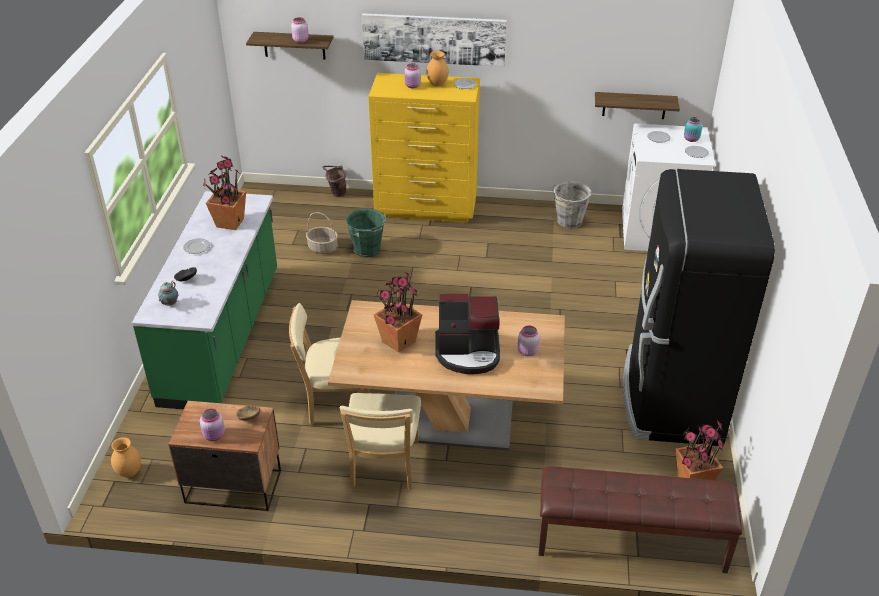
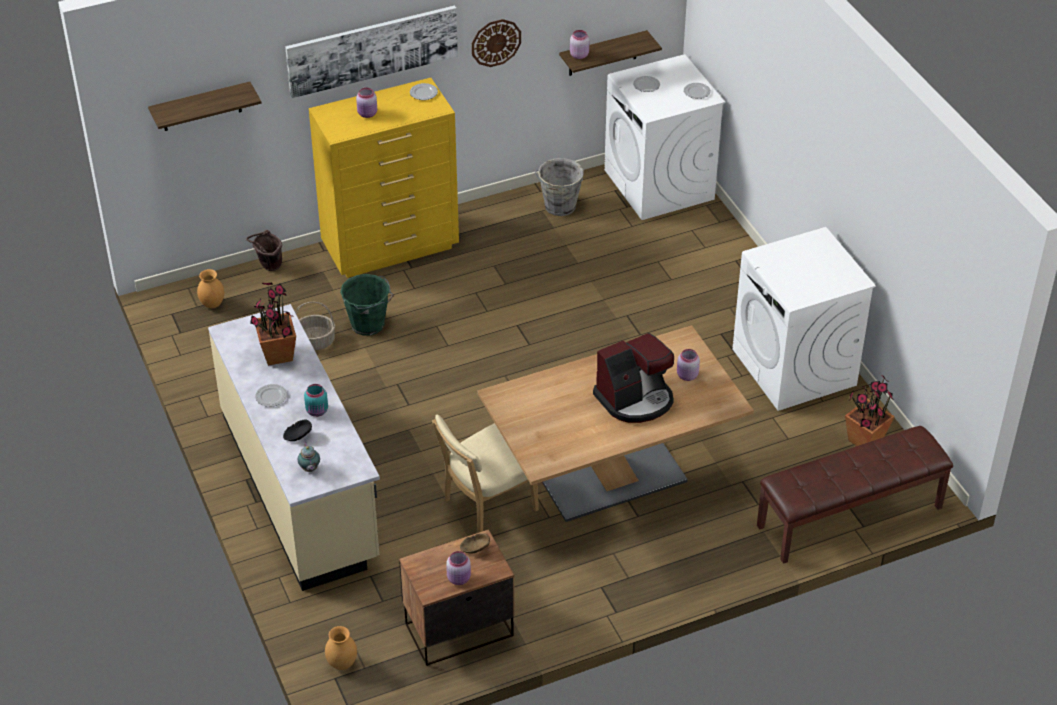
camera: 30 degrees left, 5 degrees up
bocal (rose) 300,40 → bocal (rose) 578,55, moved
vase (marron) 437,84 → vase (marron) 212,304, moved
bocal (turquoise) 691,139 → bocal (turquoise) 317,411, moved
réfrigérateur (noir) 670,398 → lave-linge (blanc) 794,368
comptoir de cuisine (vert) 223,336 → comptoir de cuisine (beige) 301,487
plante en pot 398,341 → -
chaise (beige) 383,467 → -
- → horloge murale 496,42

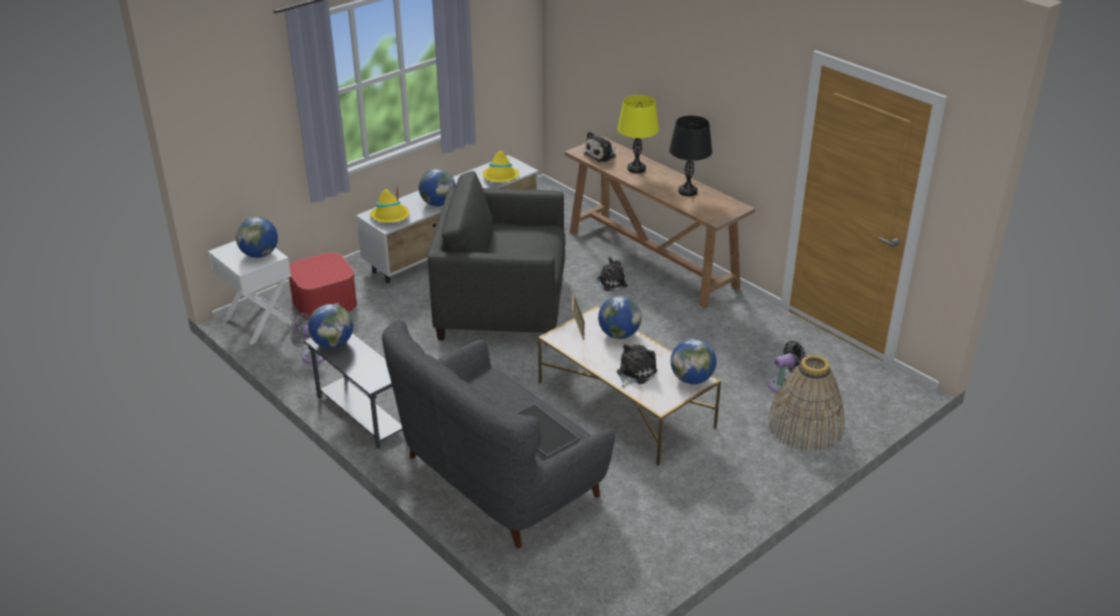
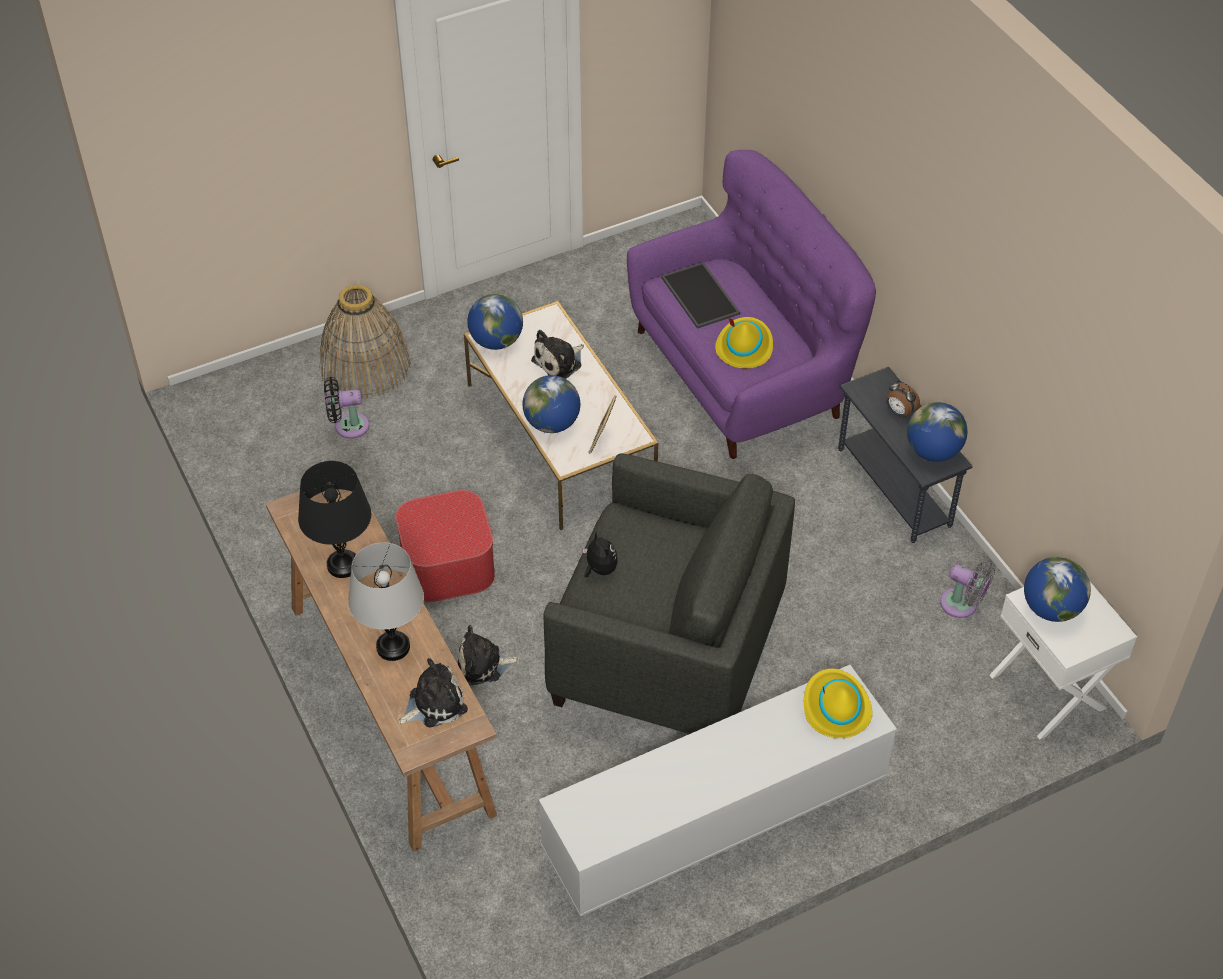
camera: 165 degrees left, 15 degrees up
lampe de table (jaune) 636,169 → lampe de table (gris) 393,647
chapeau (jaune) 501,177 → chapeau (jaune) 744,347, moved
globe 438,204 → -
pouf 324,302 → pouf 447,564, moved
canapé (gris) 497,478 → canapé (violet) 743,371
- → réveil 899,412
- → peluche 599,569

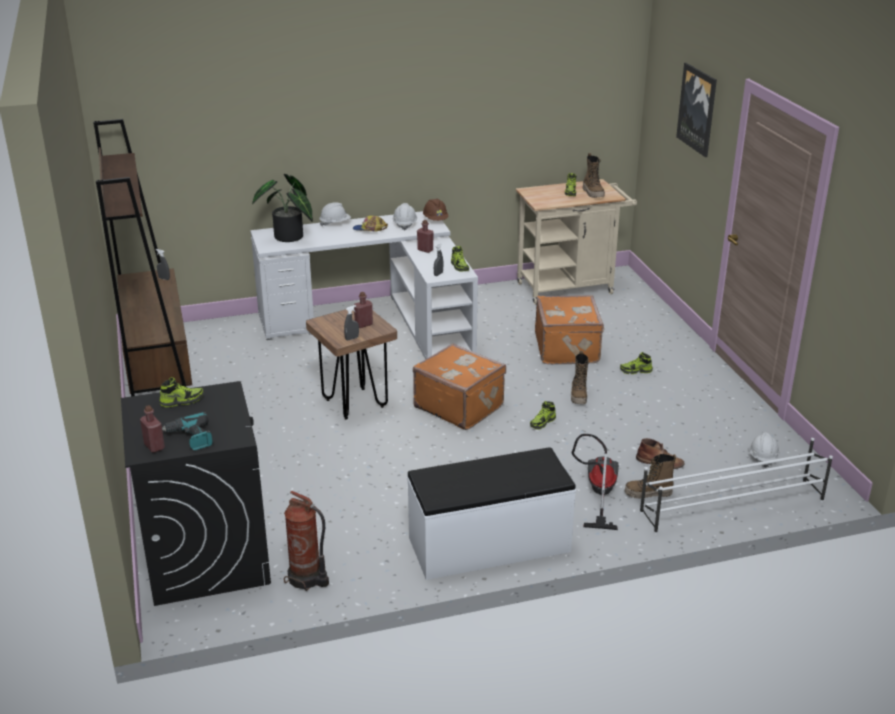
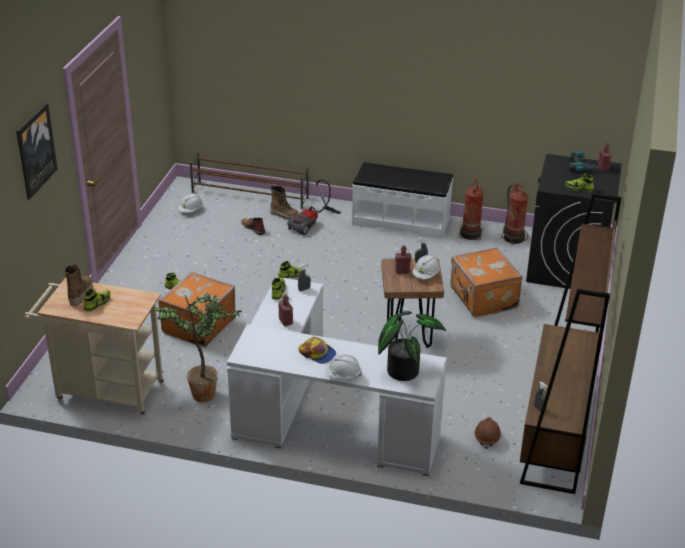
camera: 150 degrees left, 5 degrees up
casque de chantier (marron) 435,220 → casque de chantier (marron) 486,438, moved
casque de chantier (blanc) 405,224 → casque de chantier (blanc) 426,275, moved
valise (orange) 459,406 → valise (orange) 482,299, moved
botte 579,396 → -
étagère à chaussures (blanc) 731,507 → étagère à chaussures (marron) 250,195
- → extincteur 471,234
- → plante en pot 206,393

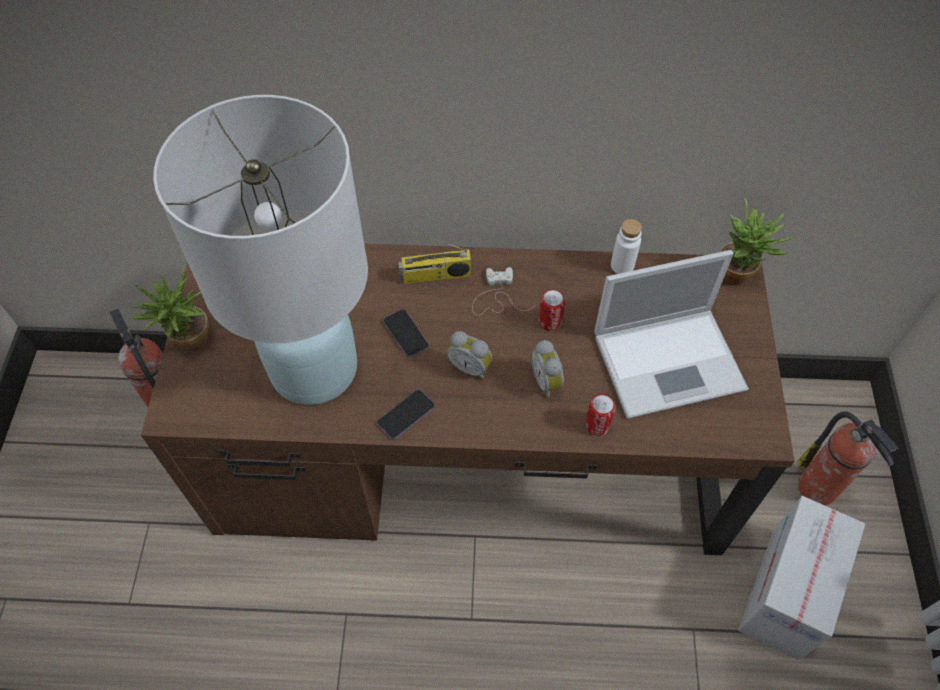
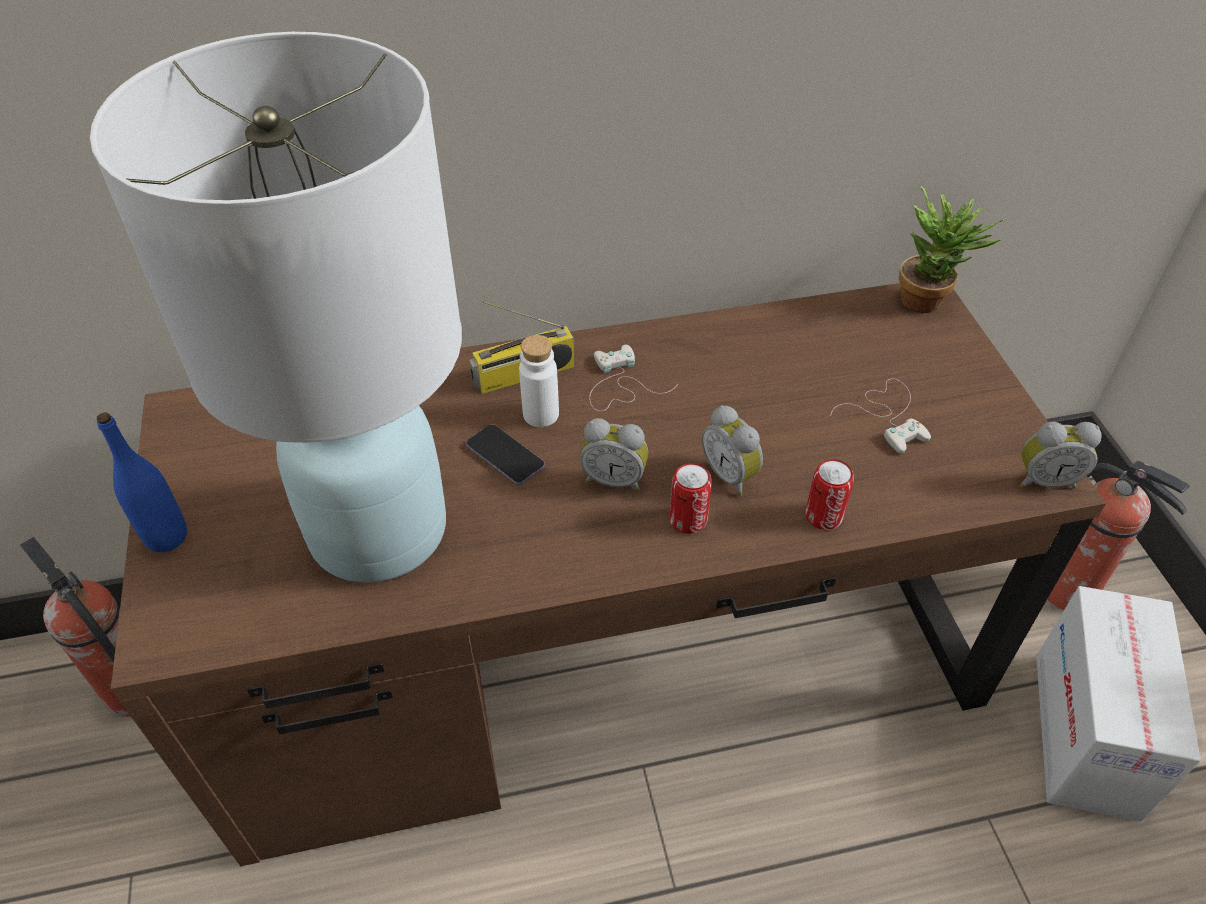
camera: 15 degrees left, 10 degrees down
bouteille (blanc) 622,265 → bouteille (blanc) 541,414, moved
ordinateur portable 671,361 → manette (blanc) 888,415
plante en pot 188,344 → bouteille (bleu) 166,537
boîte métallique 550,322 → boîte métallique 688,520, moved
téléphone 406,415 → -
- → réveil 1044,480

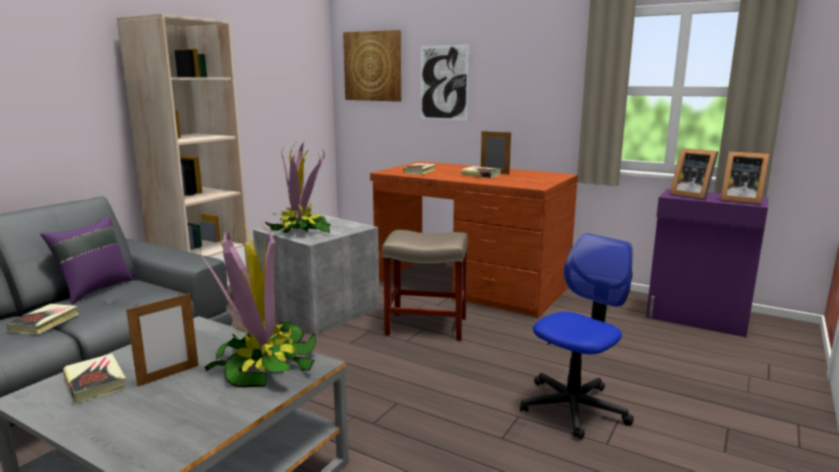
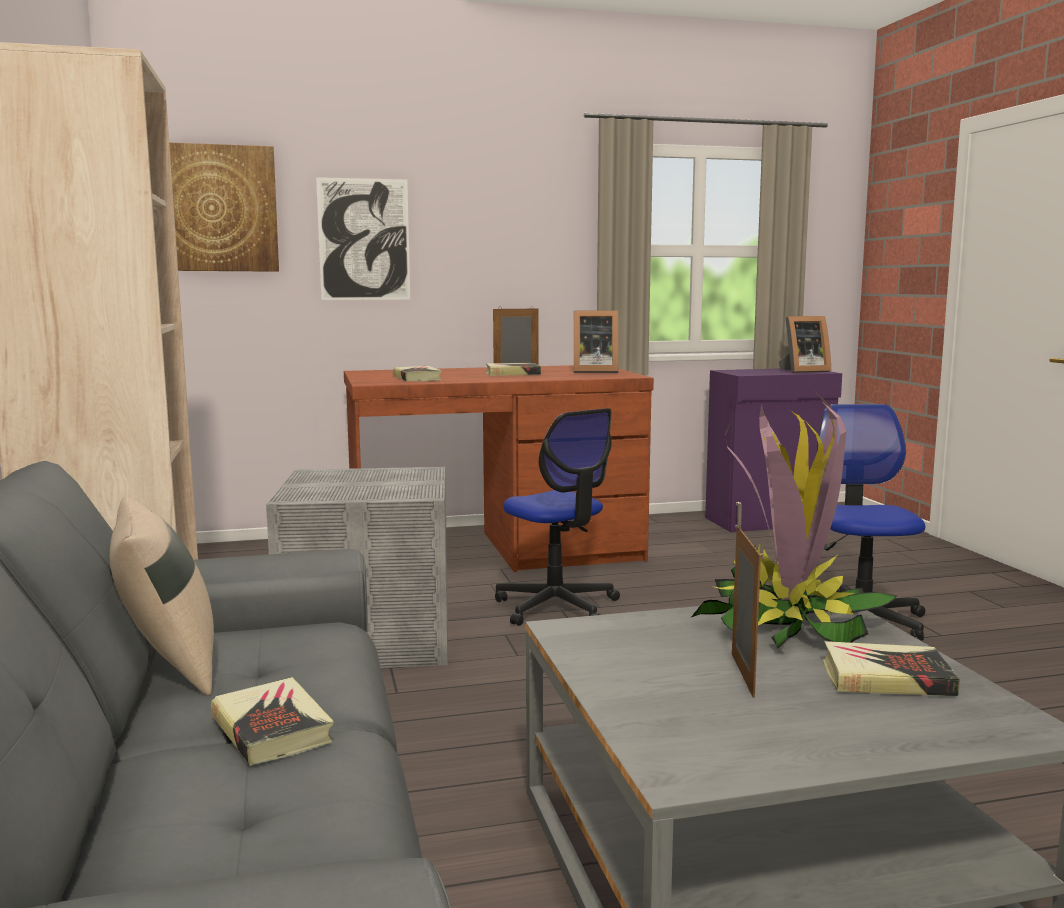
camera: 45 degrees left, 5 degrees down
plante en pot 300,231 → -
cadre photo 691,195 → cadre photo 593,371, moved
coussin (violet) 94,289 → coussin (beige) 168,668
tabouret (beige) 425,326 → chaise de bureau 557,607
livre 95,382 → livre 886,678, moved

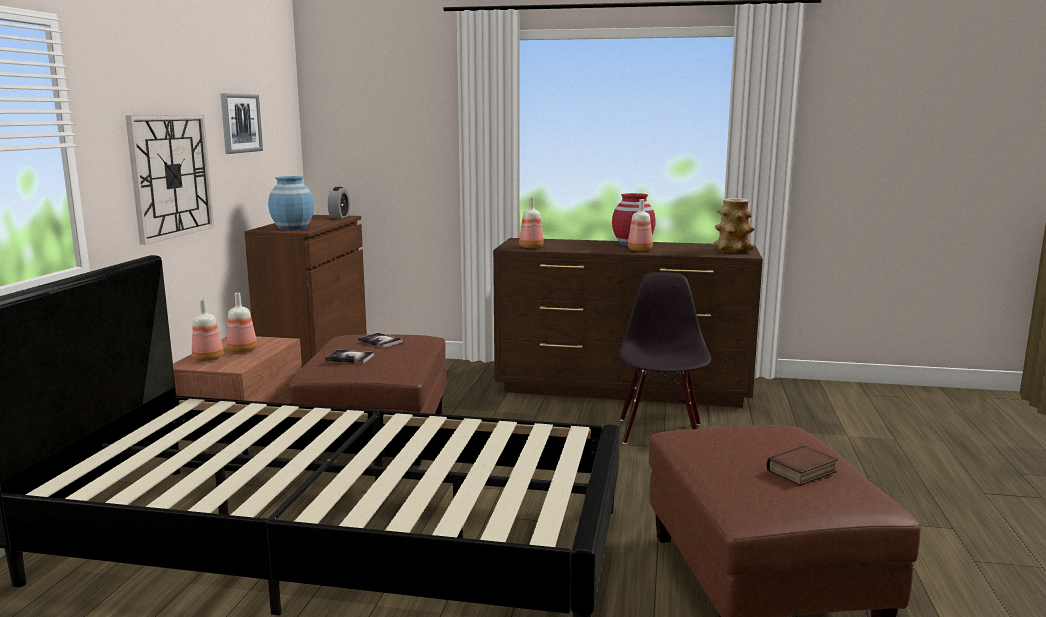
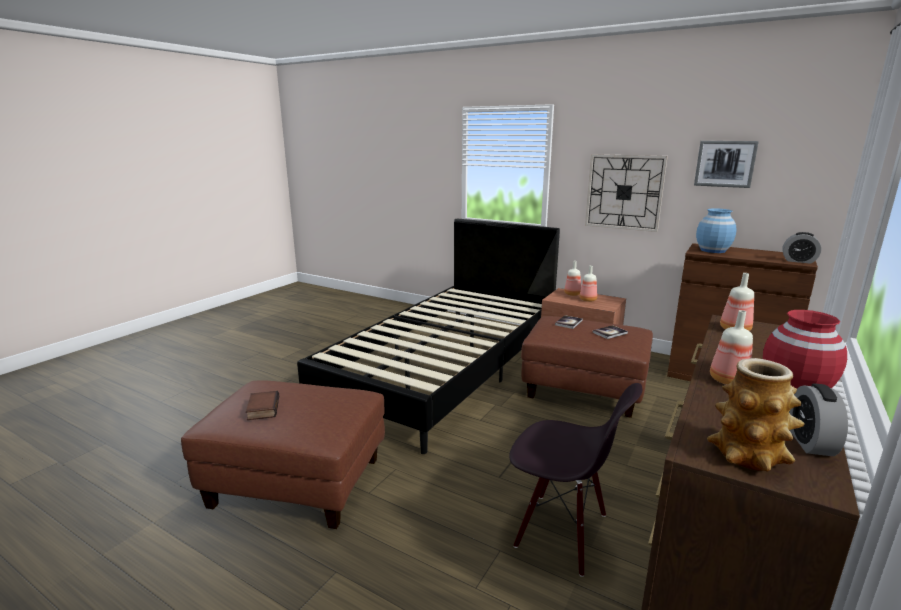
camera: 110 degrees right, 5 degrees up
- → réveil 810,442

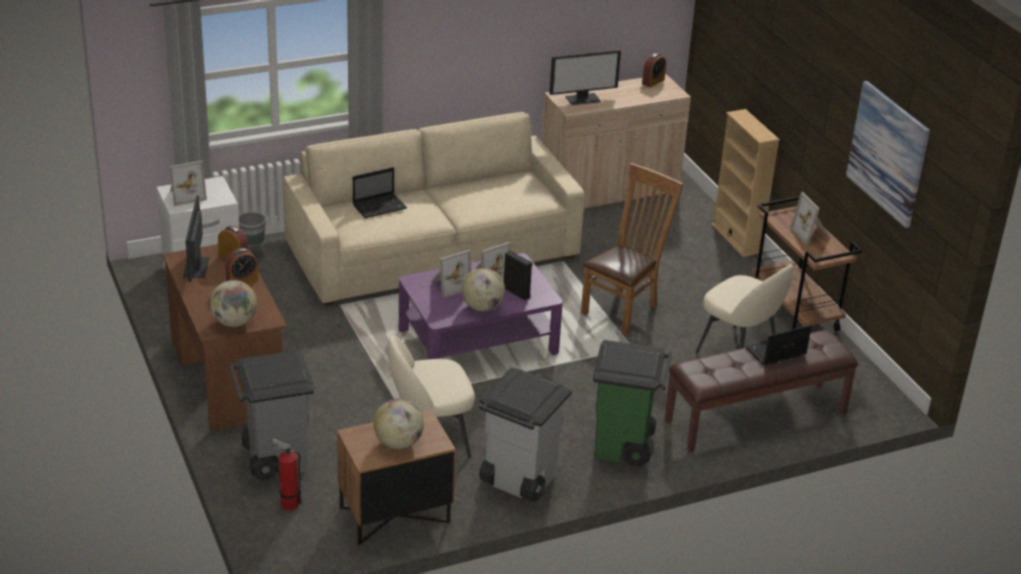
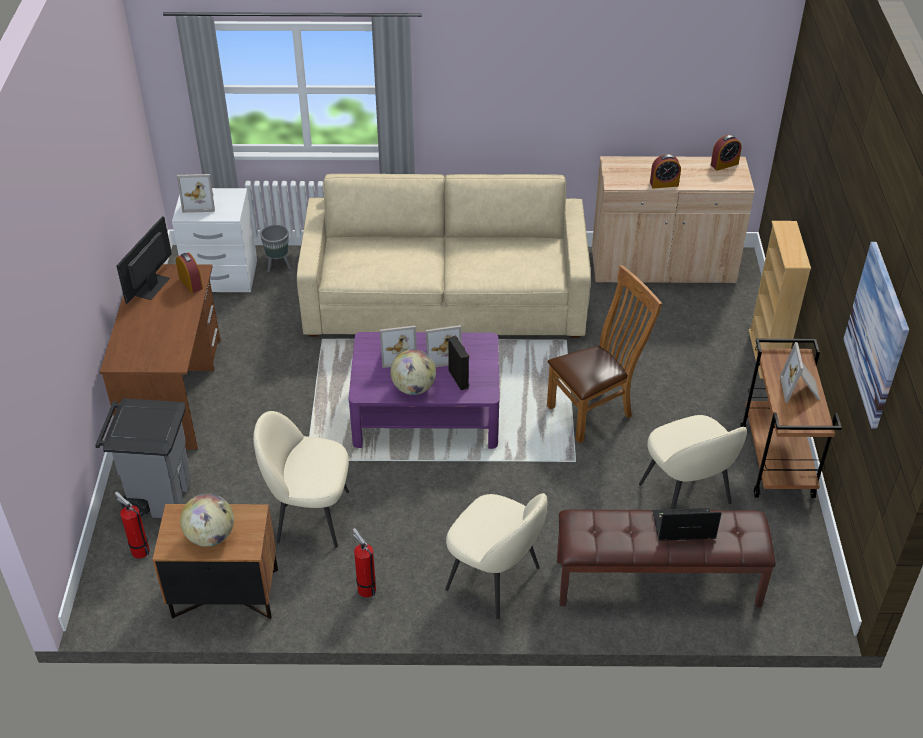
camera: 25 degrees right, 10 degrees up
écran d'ordinateur 583,99 → -
ordinateur portable 380,206 → -
réveil 242,281 → réveil 664,184, moved
globe 234,322 → -
poubelle (vert) 624,447 → chaise (beige) 495,579
poubelle (gris) 517,480 → extincteur 365,588

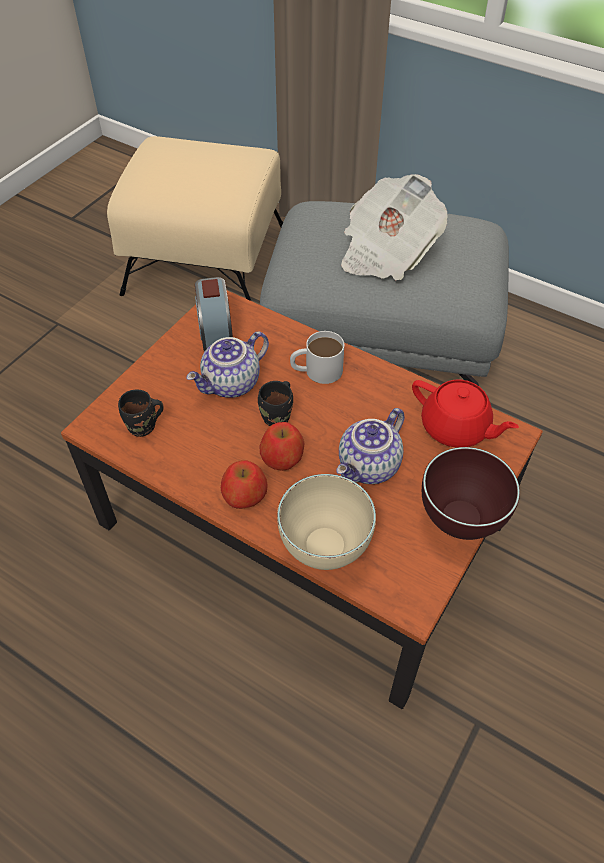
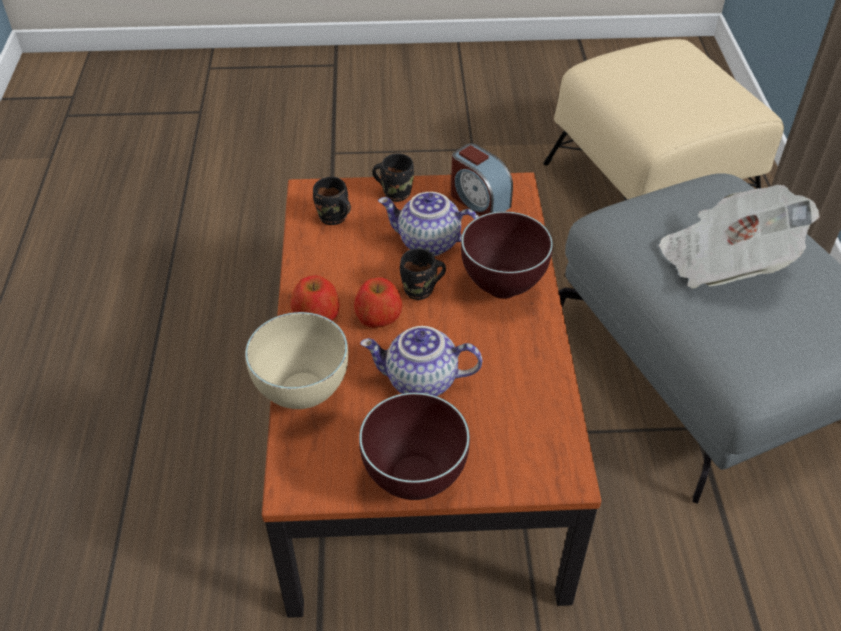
camera: 55 degrees right, 5 degrees down
réveil 215,331 → réveil 479,201, 90 degrees counterclockwise
mug (blanc) 316,370 → bol (marron) 500,288
théière (rouge) 456,428 → -
- → mug (noir) 395,192

